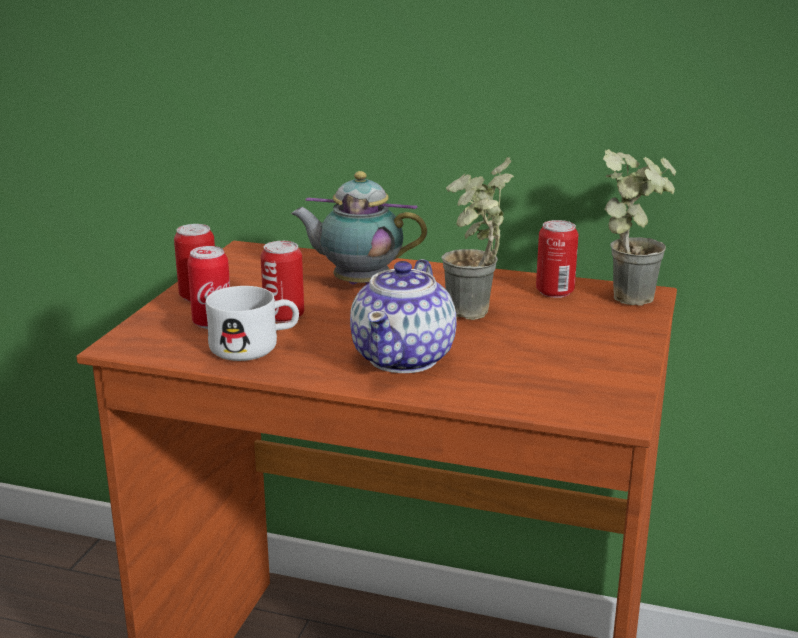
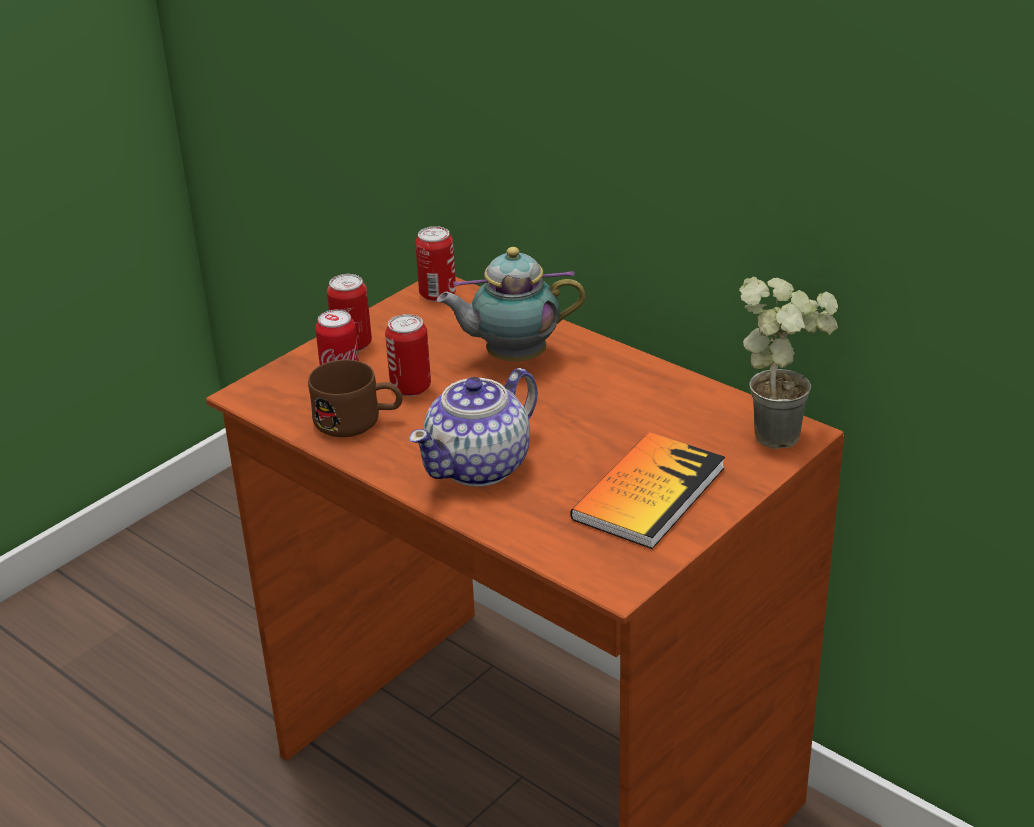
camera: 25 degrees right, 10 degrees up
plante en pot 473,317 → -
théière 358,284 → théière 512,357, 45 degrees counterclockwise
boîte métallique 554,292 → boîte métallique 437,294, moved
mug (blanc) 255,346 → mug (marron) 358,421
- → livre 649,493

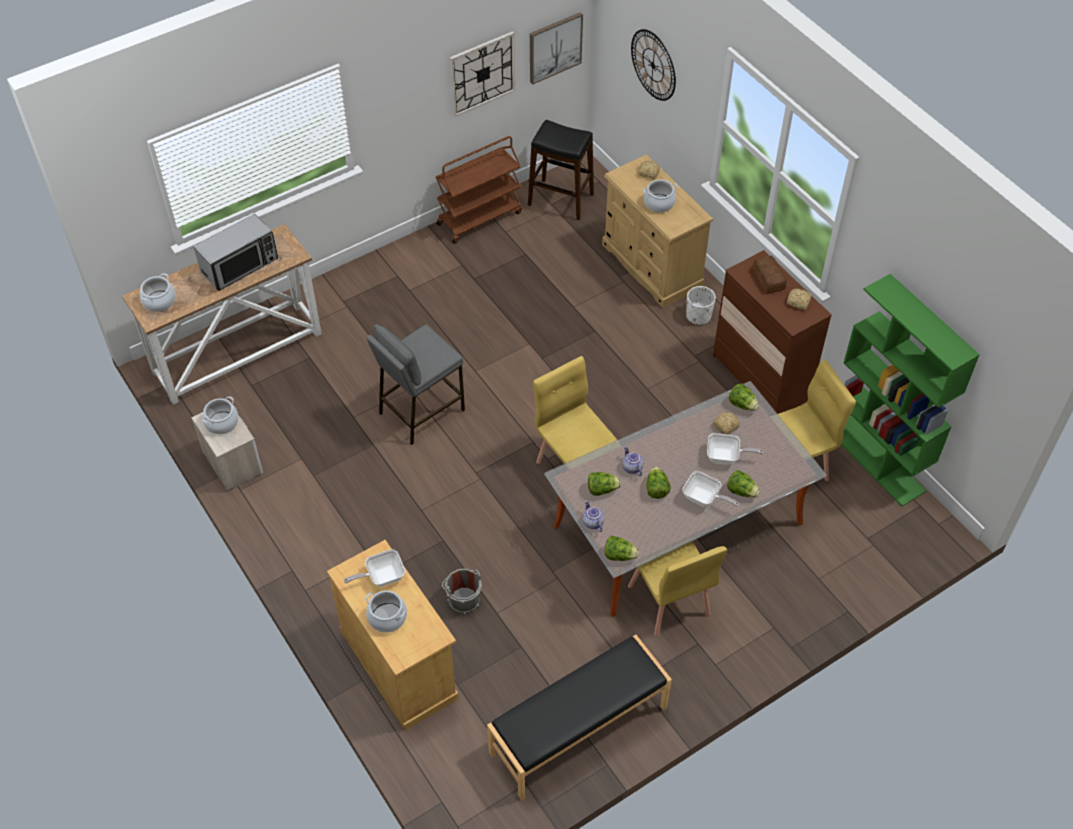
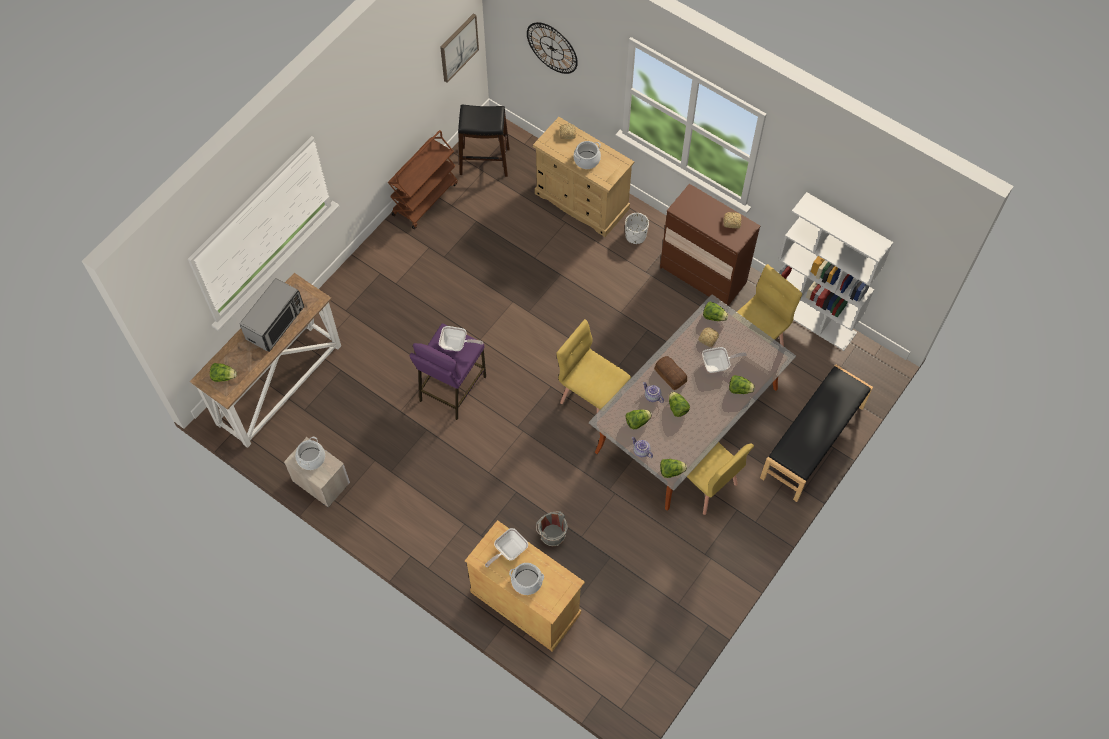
camera: 20 degrees left, 10 degrees up
horloge murale 482,73 → -
pain 769,278 → pain 670,374, moved
marmite 159,301 → laitue 224,376
bibliothèque (vert) 875,459 → bibliothèque (blanc) 812,318
tabouret (gris) 421,411 → tabouret (violet) 451,388
poêle 704,499 → poêle 456,344, moved
banc (noir) 579,731 → banc (noir) 813,443, moved

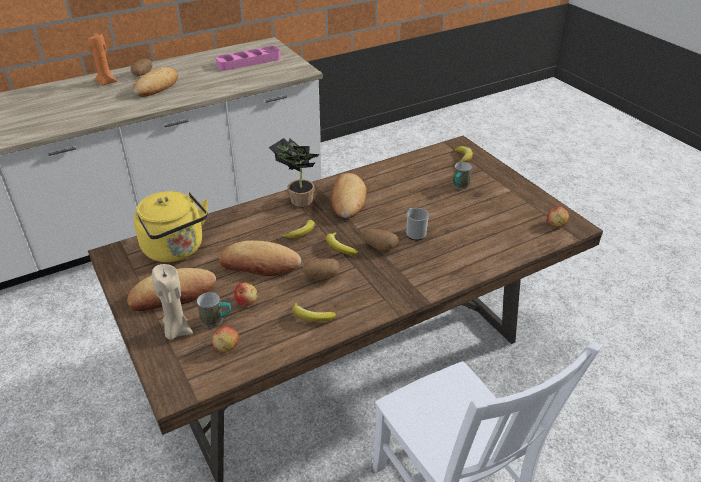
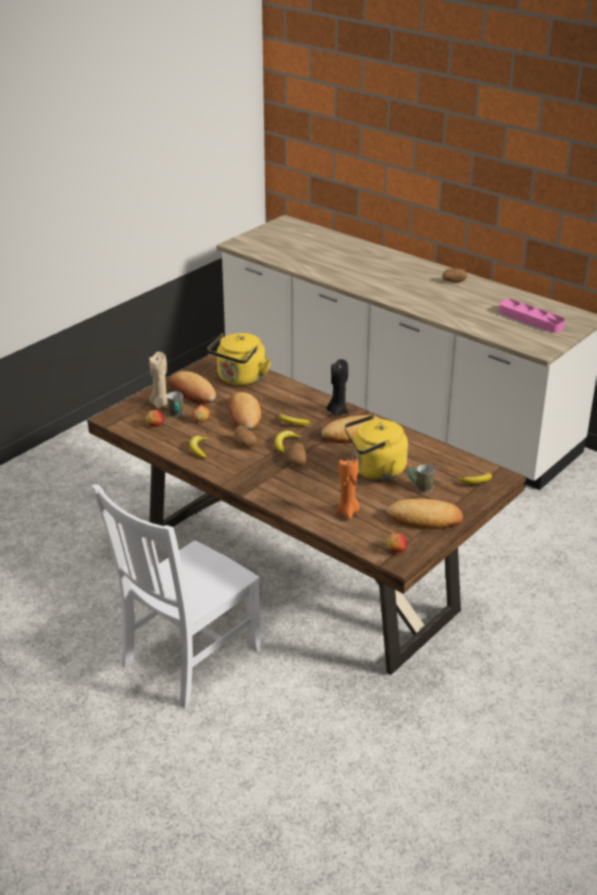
camera: 70 degrees right, 5 degrees down
bougie (orange) 106,82 → bougie (orange) 348,512, moved
pain 157,86 → pain 425,518, moved
plante en pot 298,200 → bougie (noir) 337,411
mug 415,233 → -
- → bouilloire (jaune) 375,470

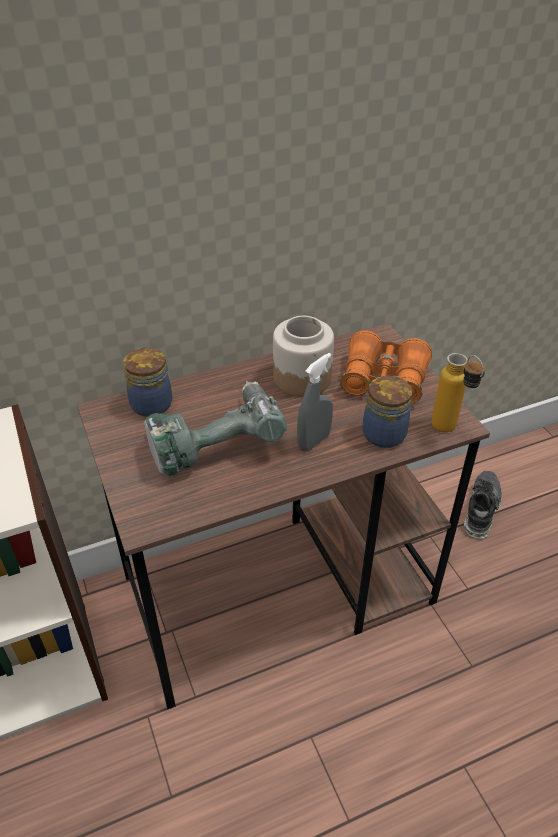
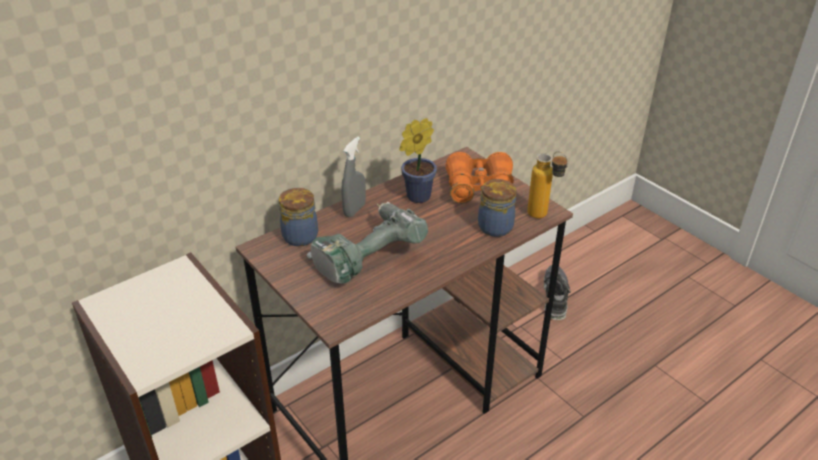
camera: 15 degrees left, 5 degrees down
bocal 302,378 → plante en pot 415,197
vaporisateur (gris) 314,441 → vaporisateur (gris) 354,210, moved

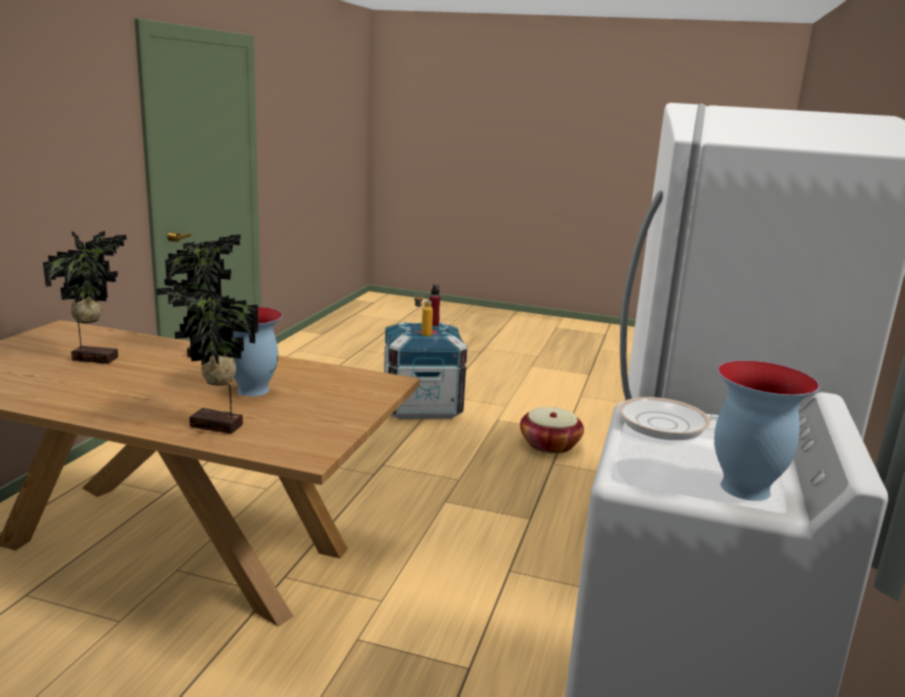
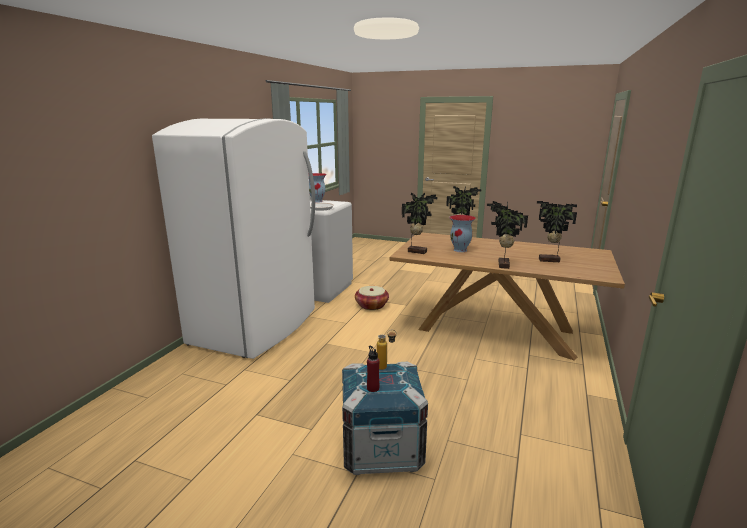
camera: 175 degrees left, 0 degrees up
panier 549,444 → panier 371,305, moved
- → plante en pot 417,251

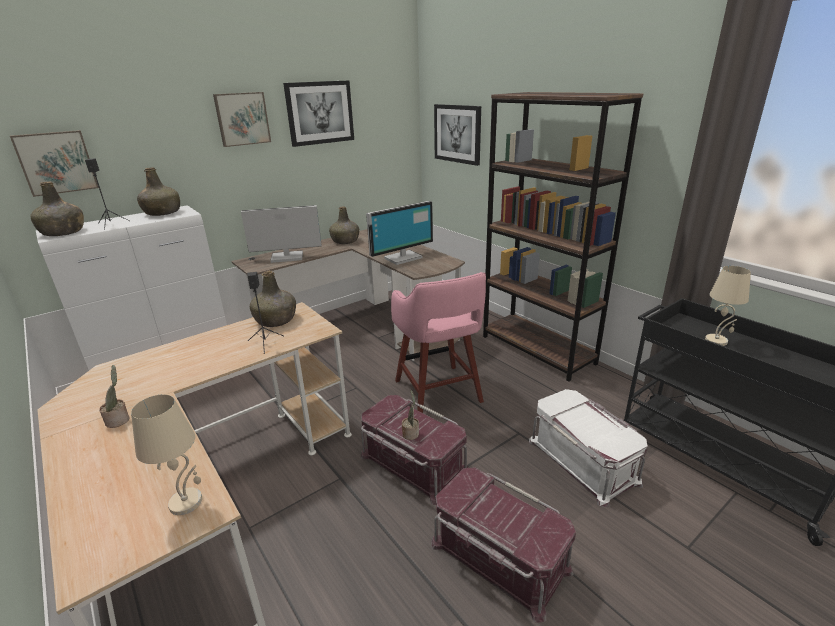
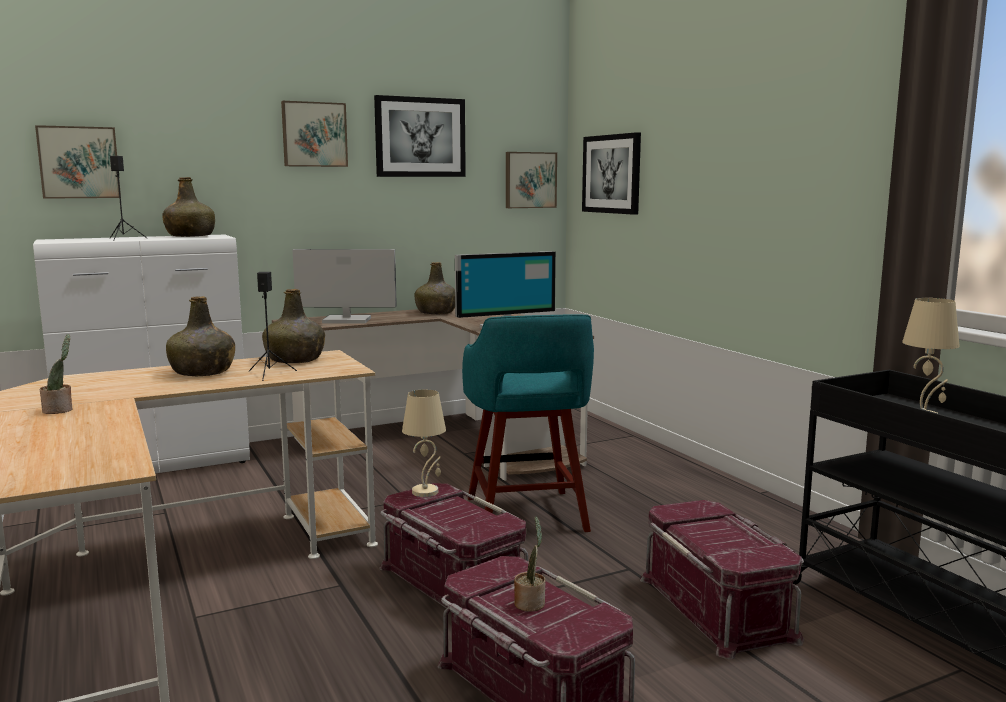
camera: 10 degrees right, 15 degrees down
bibliothèque (marron) 537,349 → -
bouteille (vert) 63,232 → bouteille (vert) 202,372, moved
tabouret (rose) 438,393 → tabouret (turquoise) 526,516
boîte de rangement (blanc) 583,460 → boîte de rangement (rouge) 718,607
plante en pot 411,433 → plante en pot 530,603, moved
lampe de table (beige) 186,501 → lampe de table (beige) 426,492, moved
- → tableau 529,180

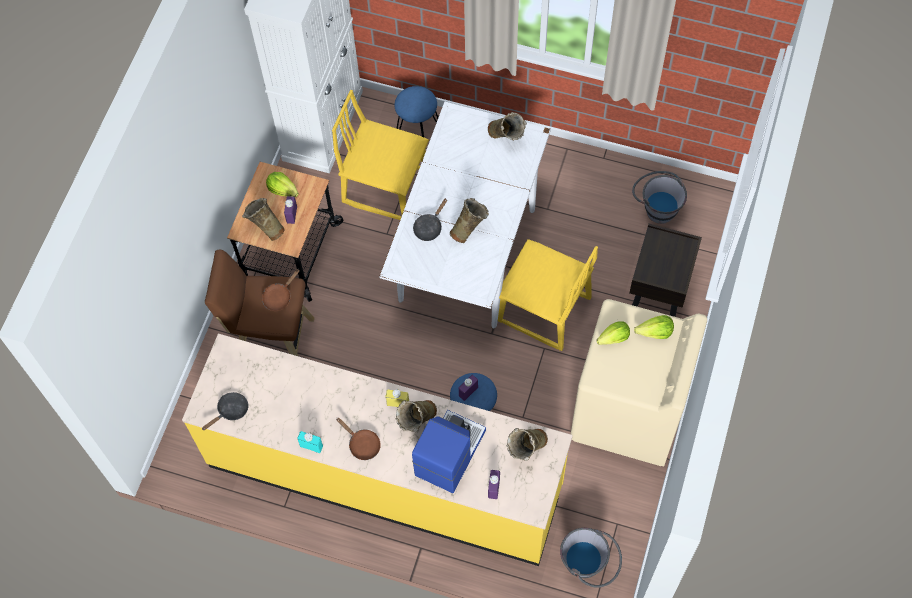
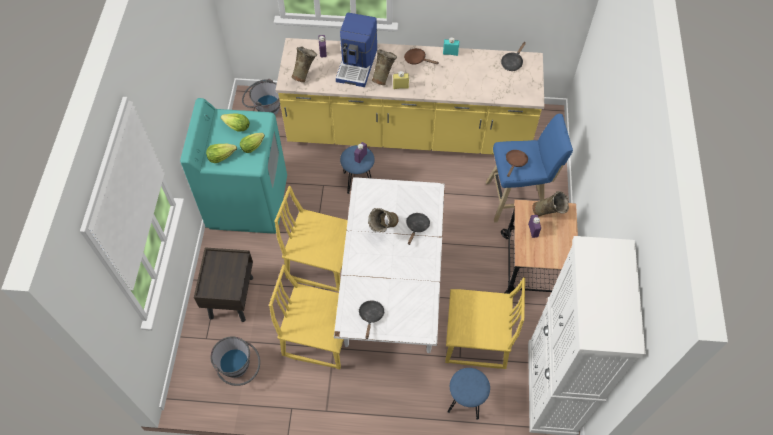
camera: 165 degrees right, 5 degrees down
vase (beige) 506,140 → poêle (noir) 371,316
laitue 283,189 → laitue 237,127, moved
tabouret (marron) 272,343 → tabouret (bleu) 517,199
lave-linge (beige) 628,413 → lave-linge (turquoise) 248,202
- → chaise (jaune) 319,336

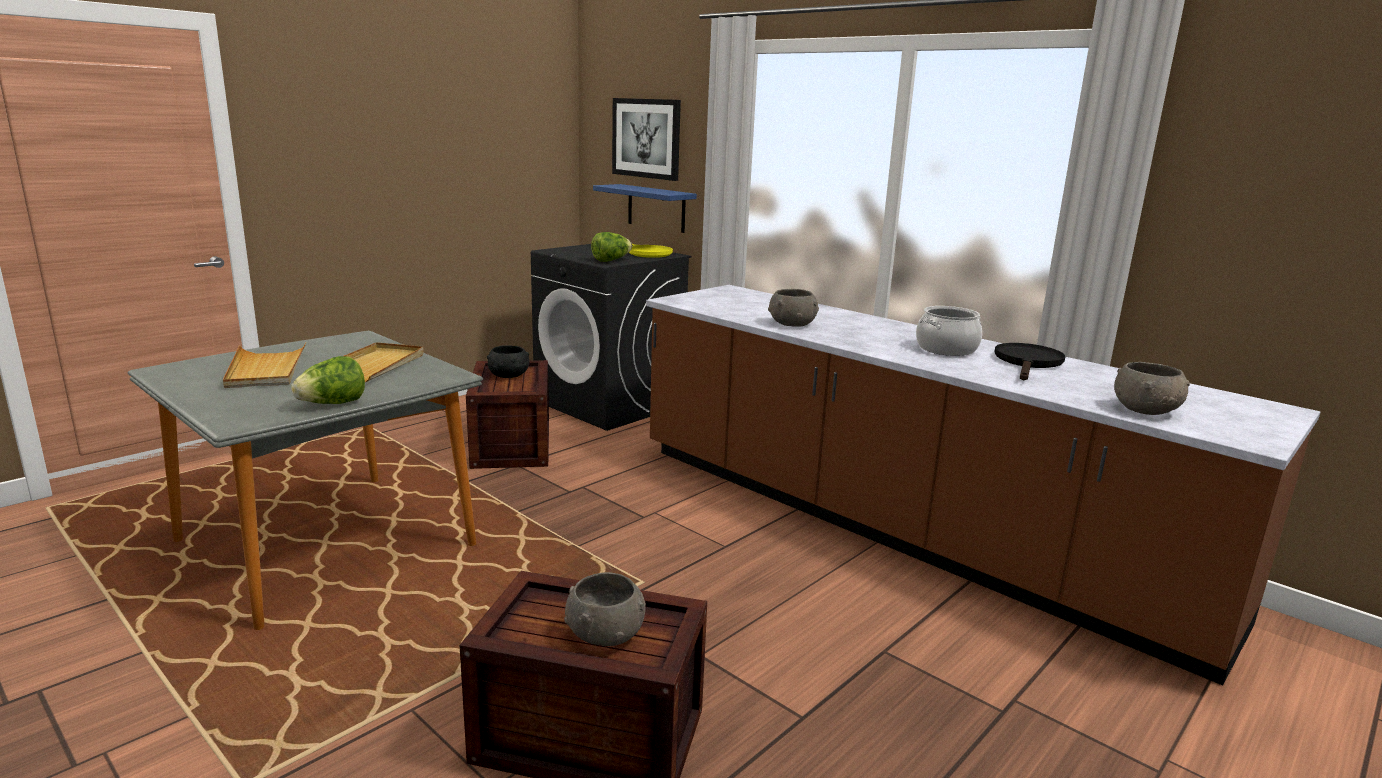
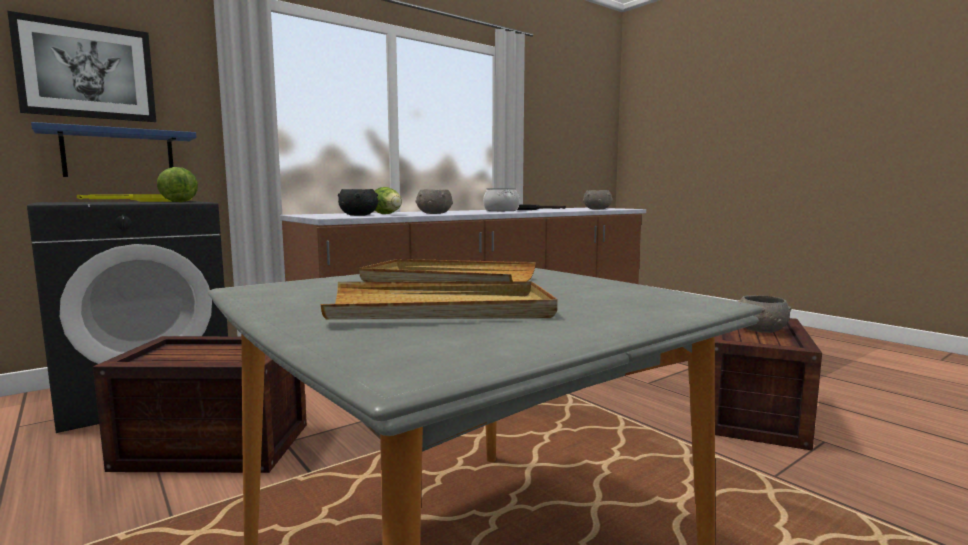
camera: 80 degrees left, 10 degrees down
bol (noir) 509,376 → bol (noir) 359,215, moved
laitue 332,404 → laitue 388,214, moved

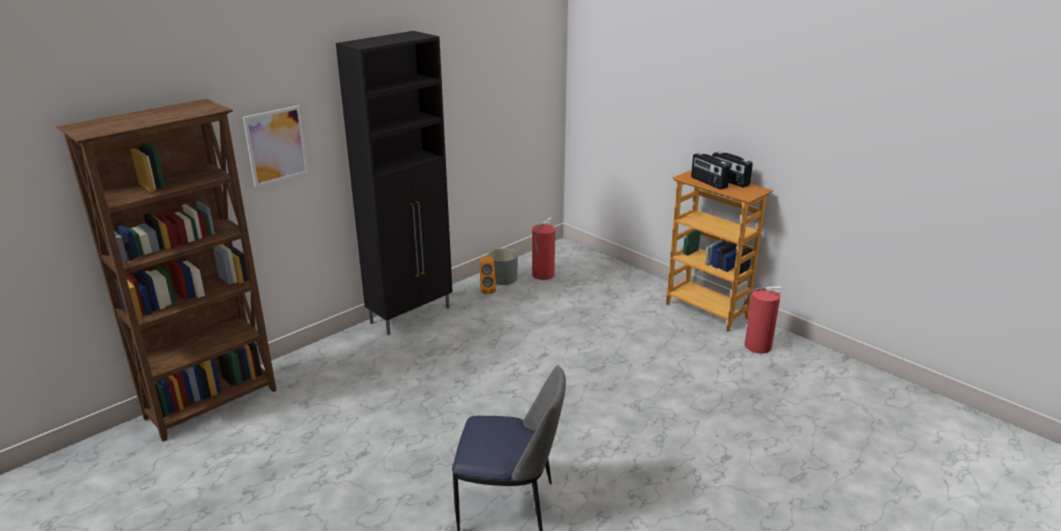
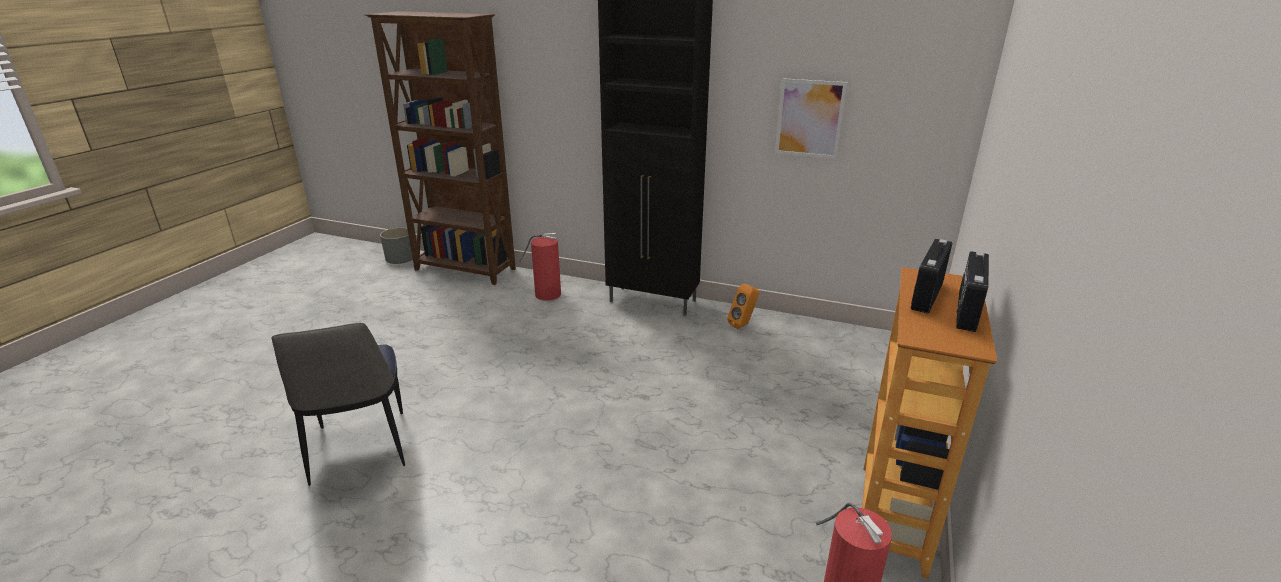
camera: 65 degrees right, 0 degrees up
tableau 276,145 → tableau 809,118, moved
extincteur 542,275 → extincteur 546,294, moved
cache-pot (gris) 503,278 → cache-pot (gris) 401,258, moved

